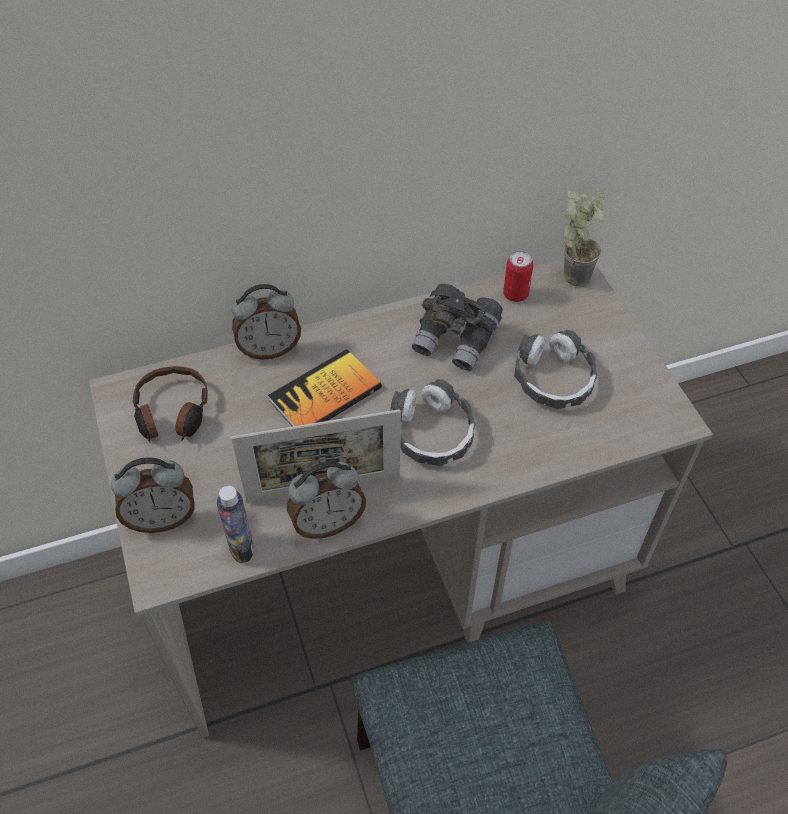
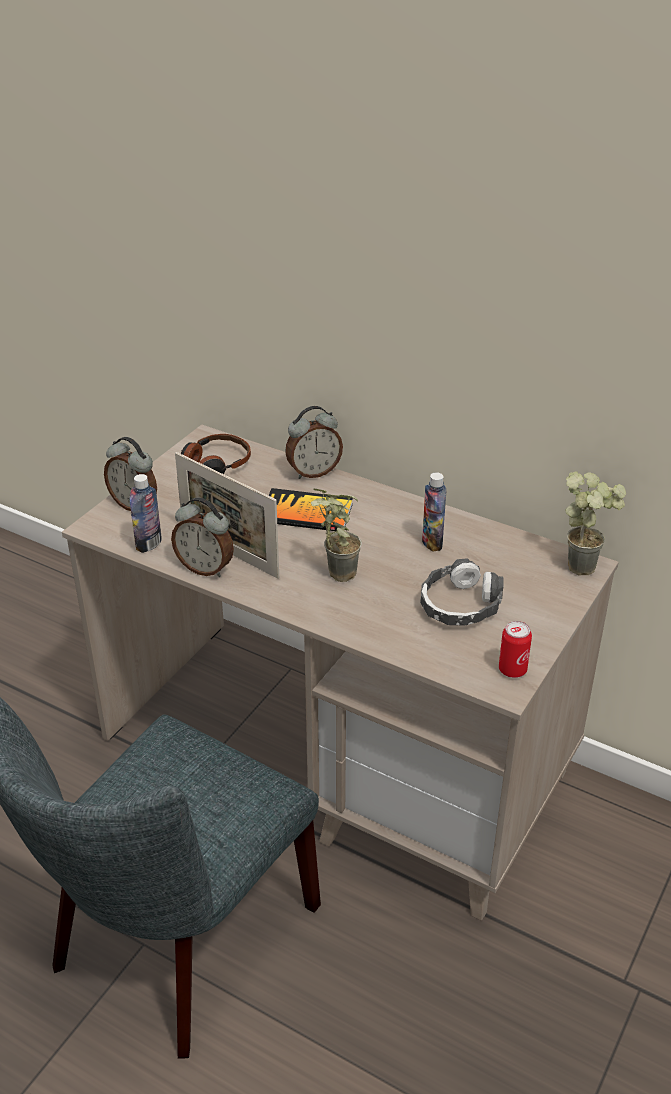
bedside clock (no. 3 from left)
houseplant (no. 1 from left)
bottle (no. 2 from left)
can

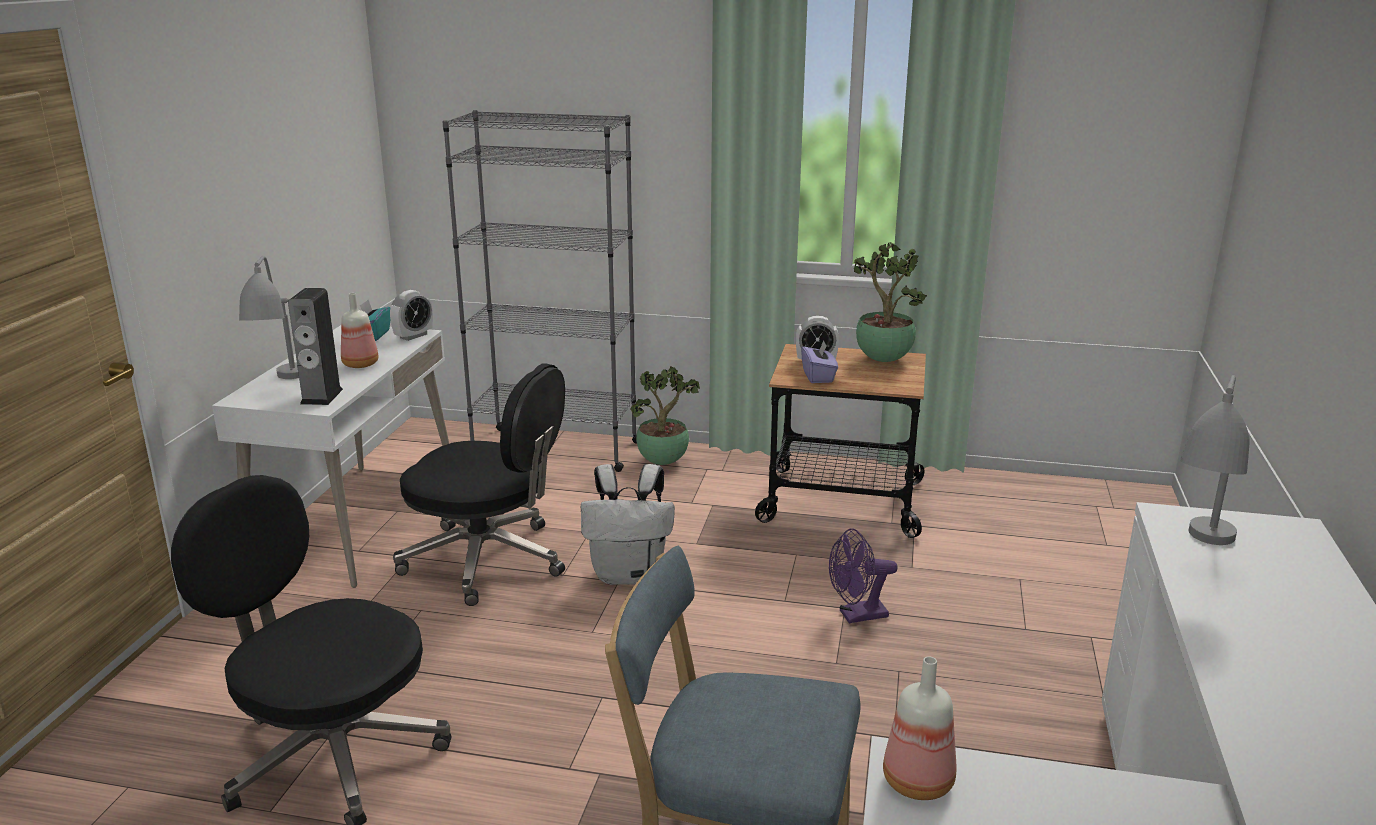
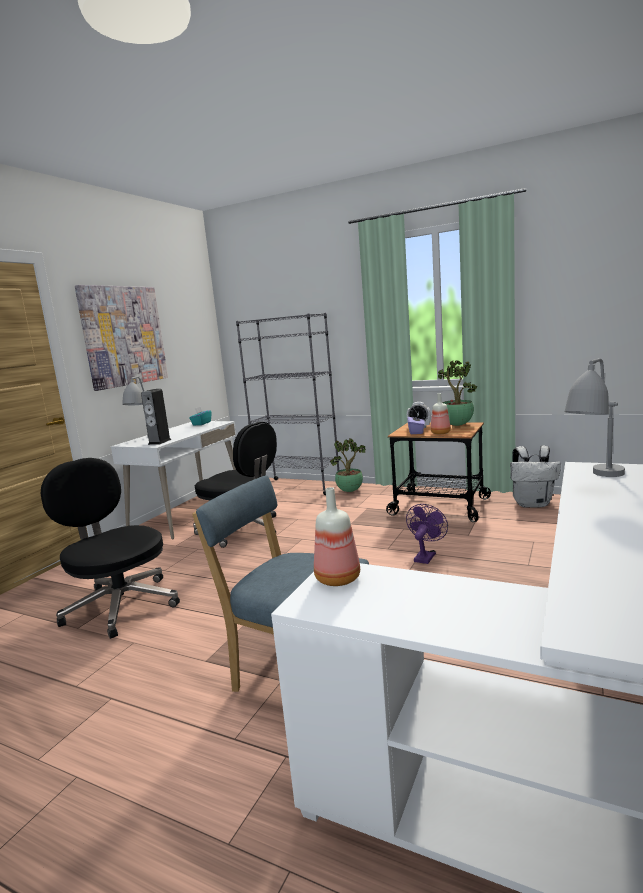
bottle (no. 2 from left)
bedside clock (no. 1 from left in the first image)
white-coloured rucksack
purplish electric fan
picture

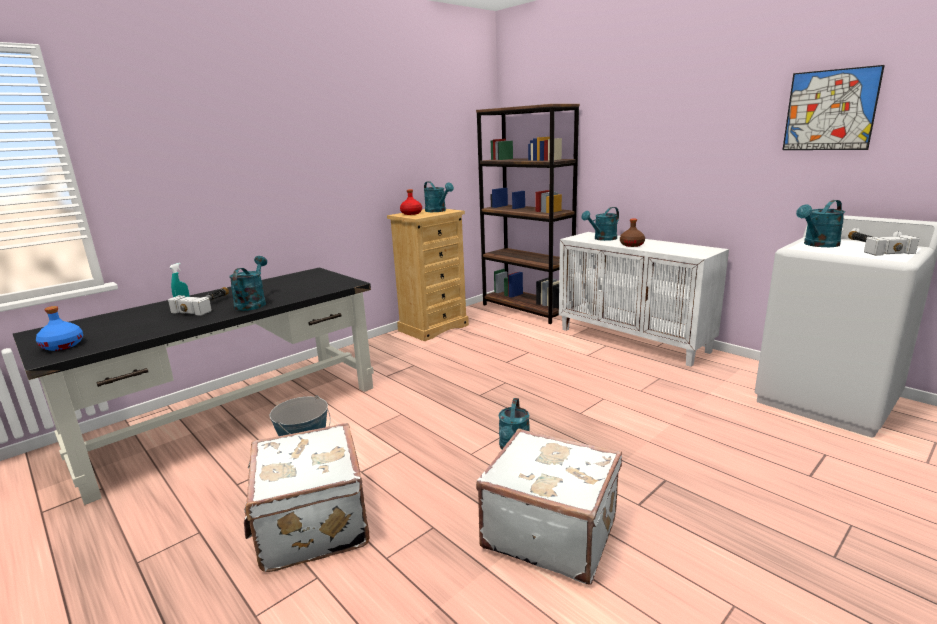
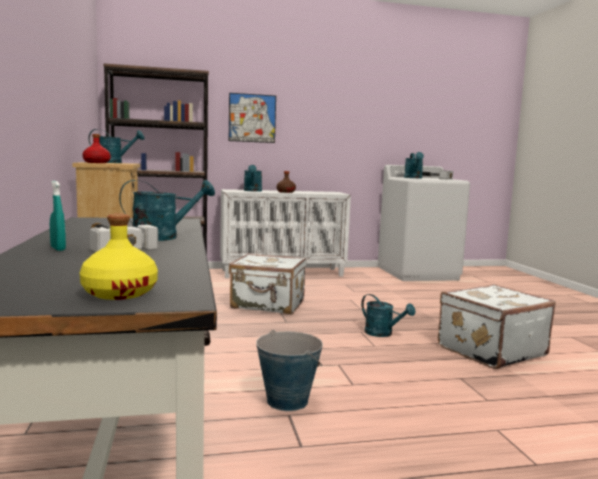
yellow-coloured bottle
turquoise-coloured watering can (no. 2 from left)
white-coloured travel case (no. 1 from left)
picture

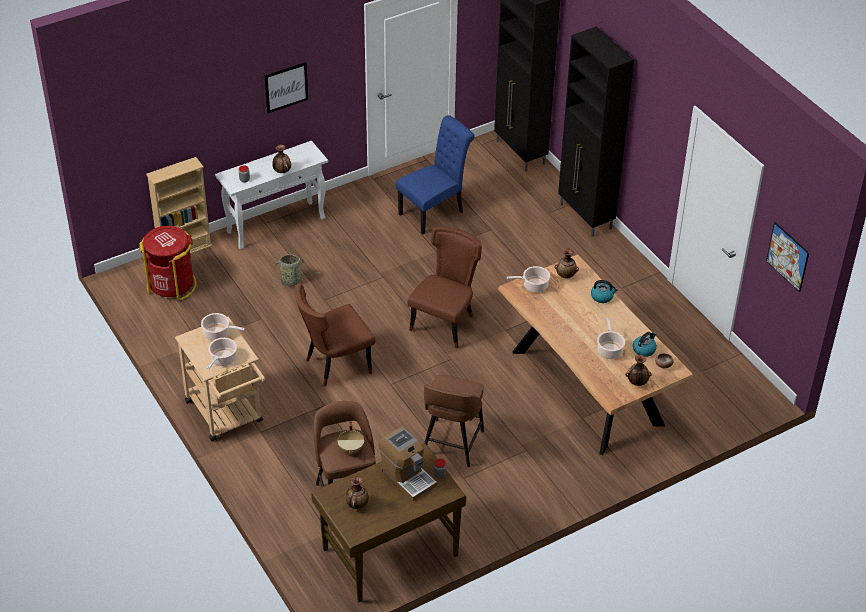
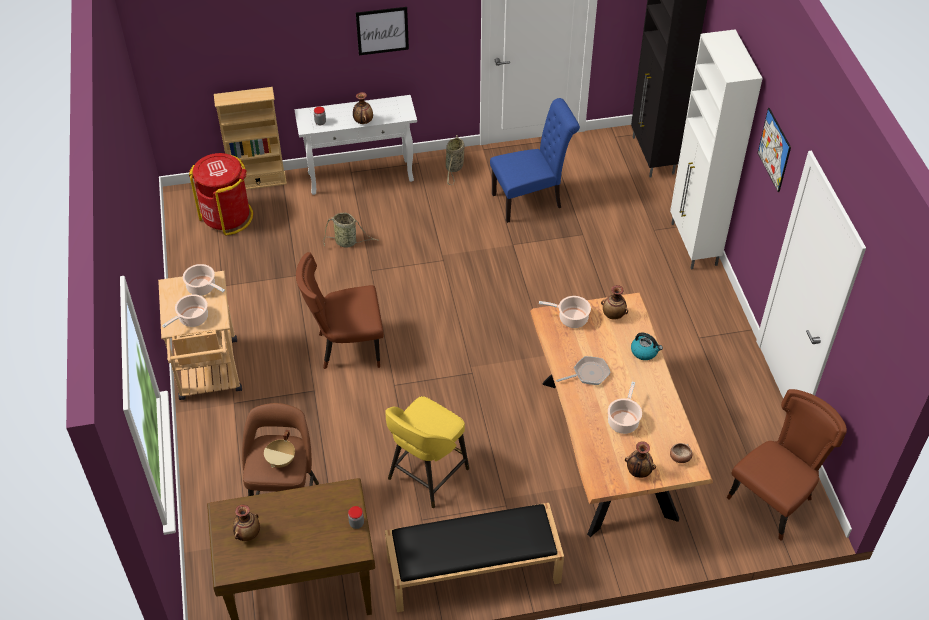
coffee maker
brownish upright chair (no. 2 from left)
yellow-coloured stool
white-coloured cabinet
tea kettle (no. 2 from left in the first image)
picture (no. 2 from left)
blackish bench
storage basket (no. 2 from left)
pan

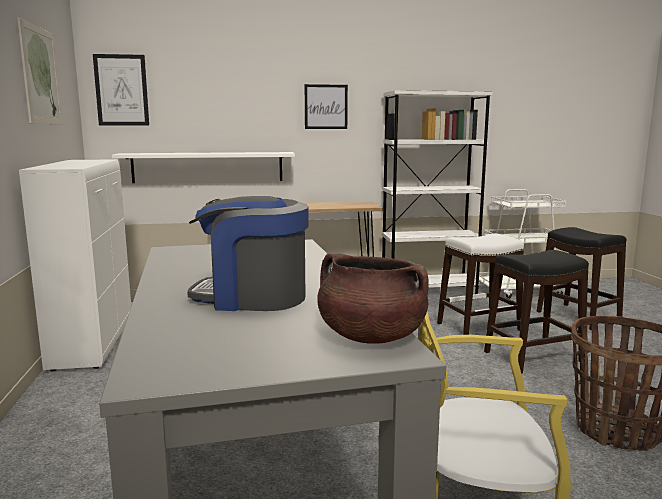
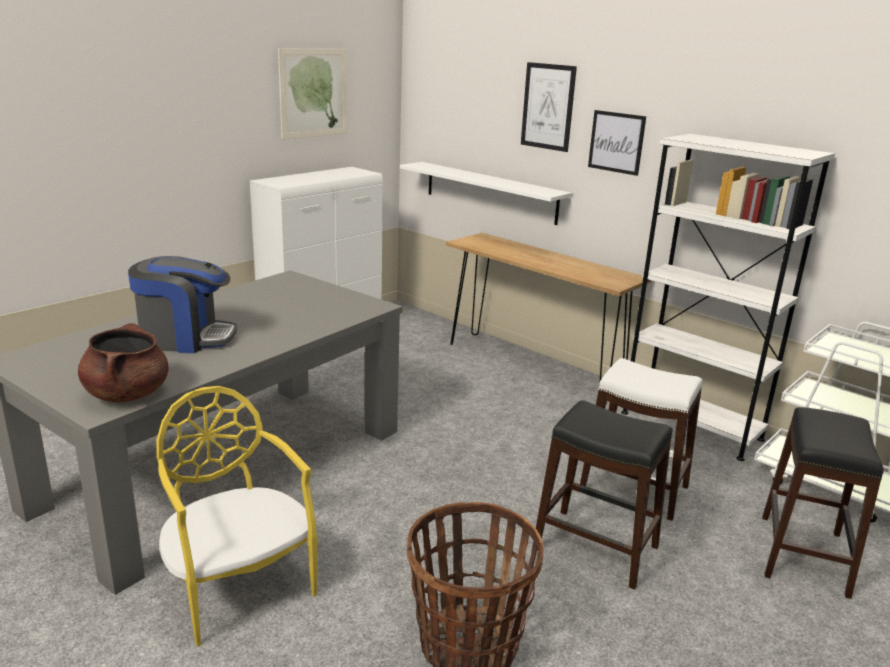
picture (no. 2 from left)
coffee maker

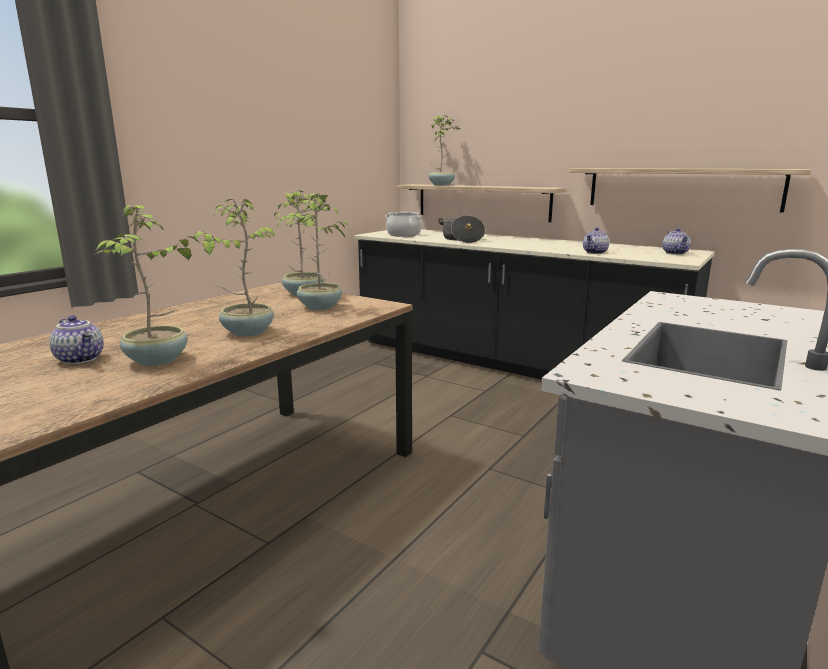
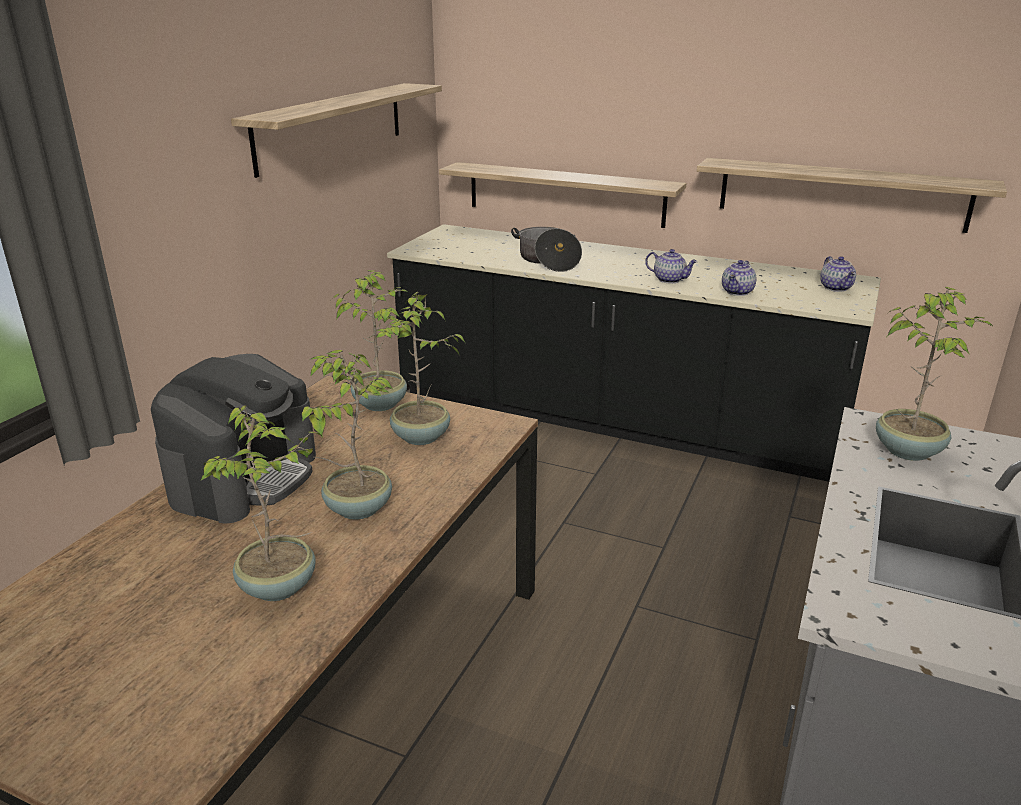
pot for tea (no. 1 from left)
saucepot (no. 1 from left in the first image)
houseplant (no. 5 from left)
coffee maker
shelf (no. 1 from left)

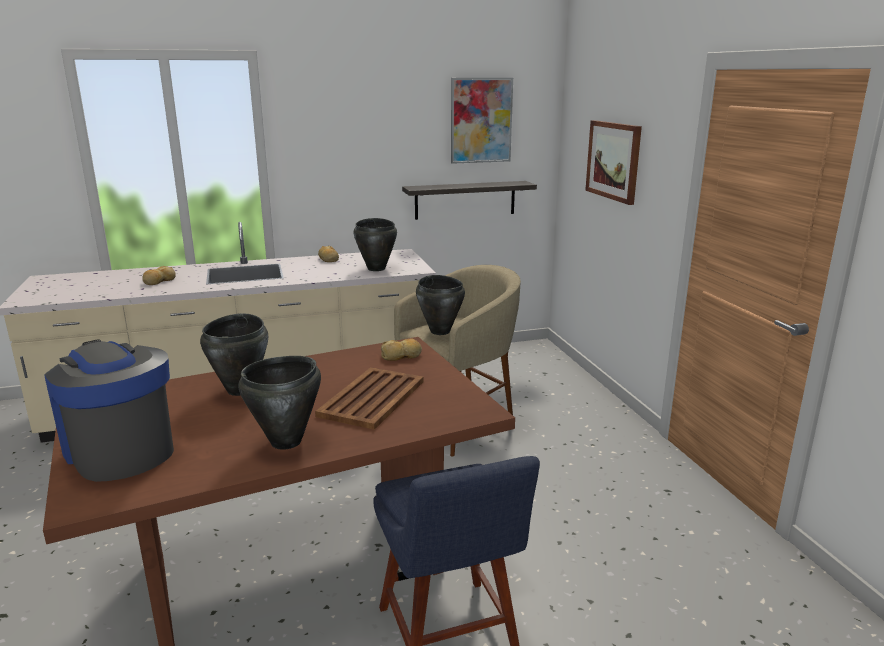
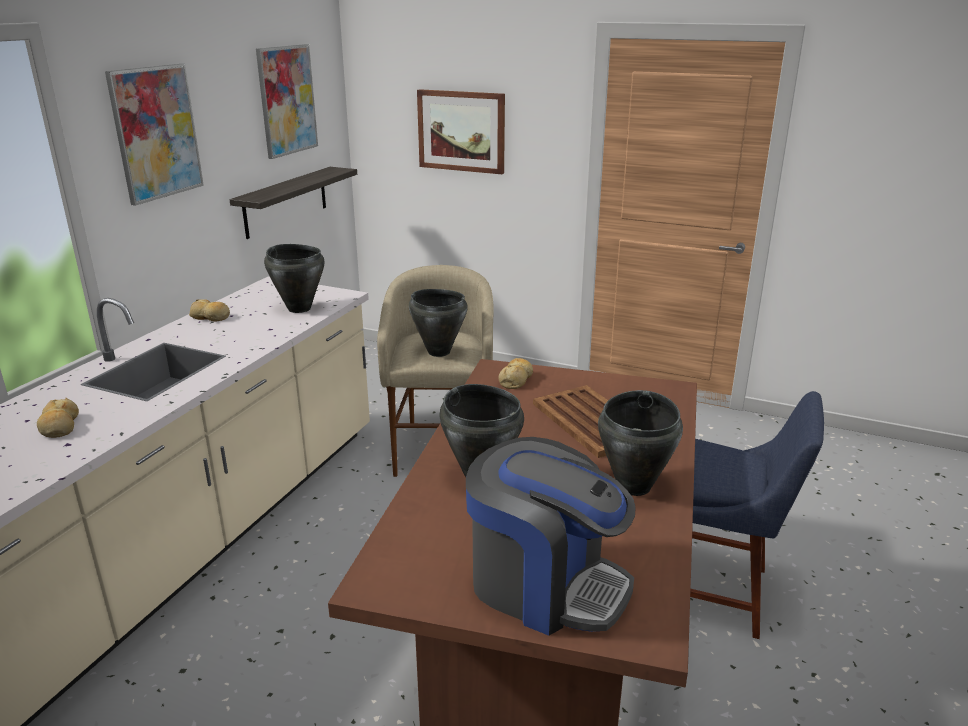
coffee maker
picture (no. 1 from left)

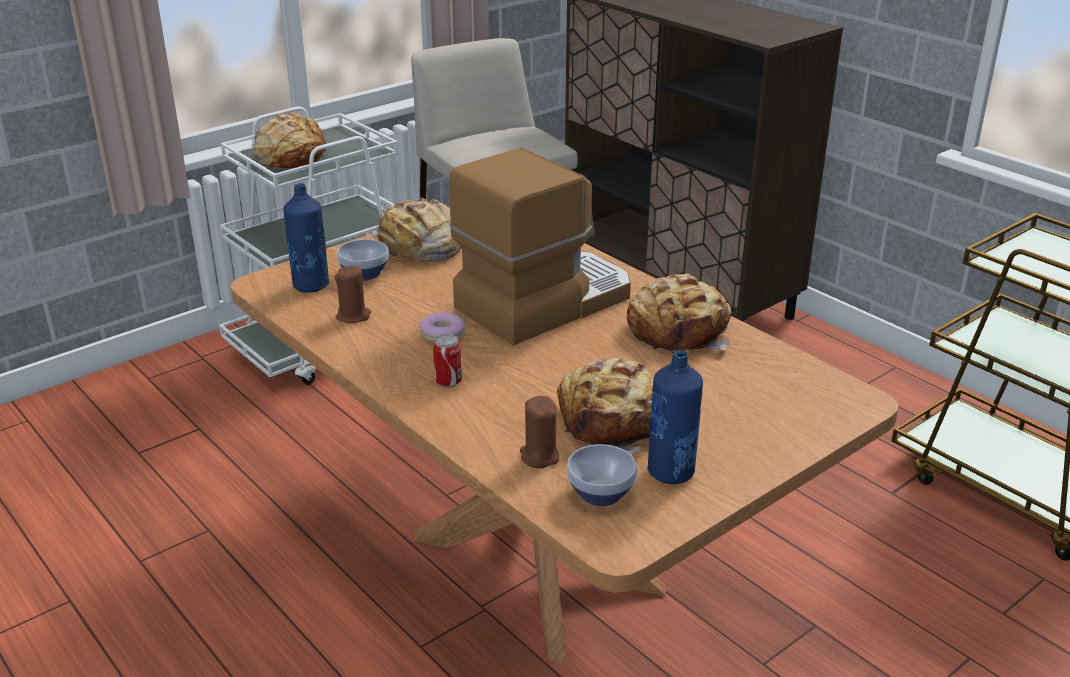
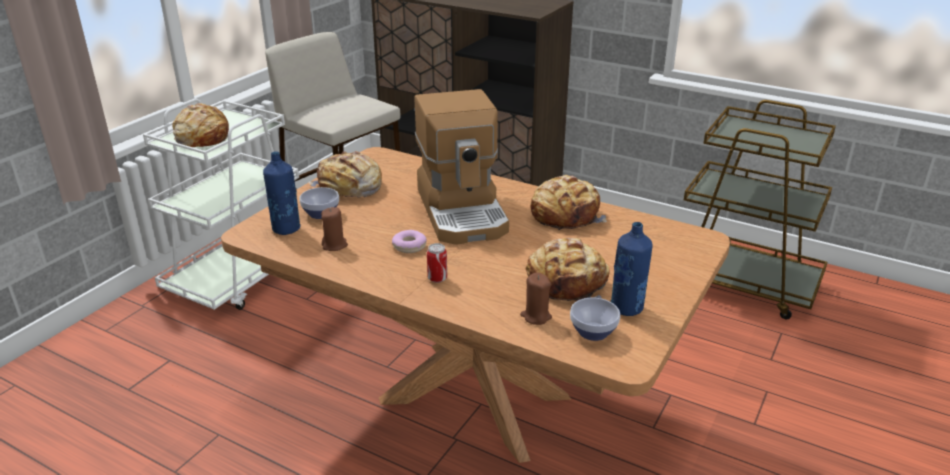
coffee maker

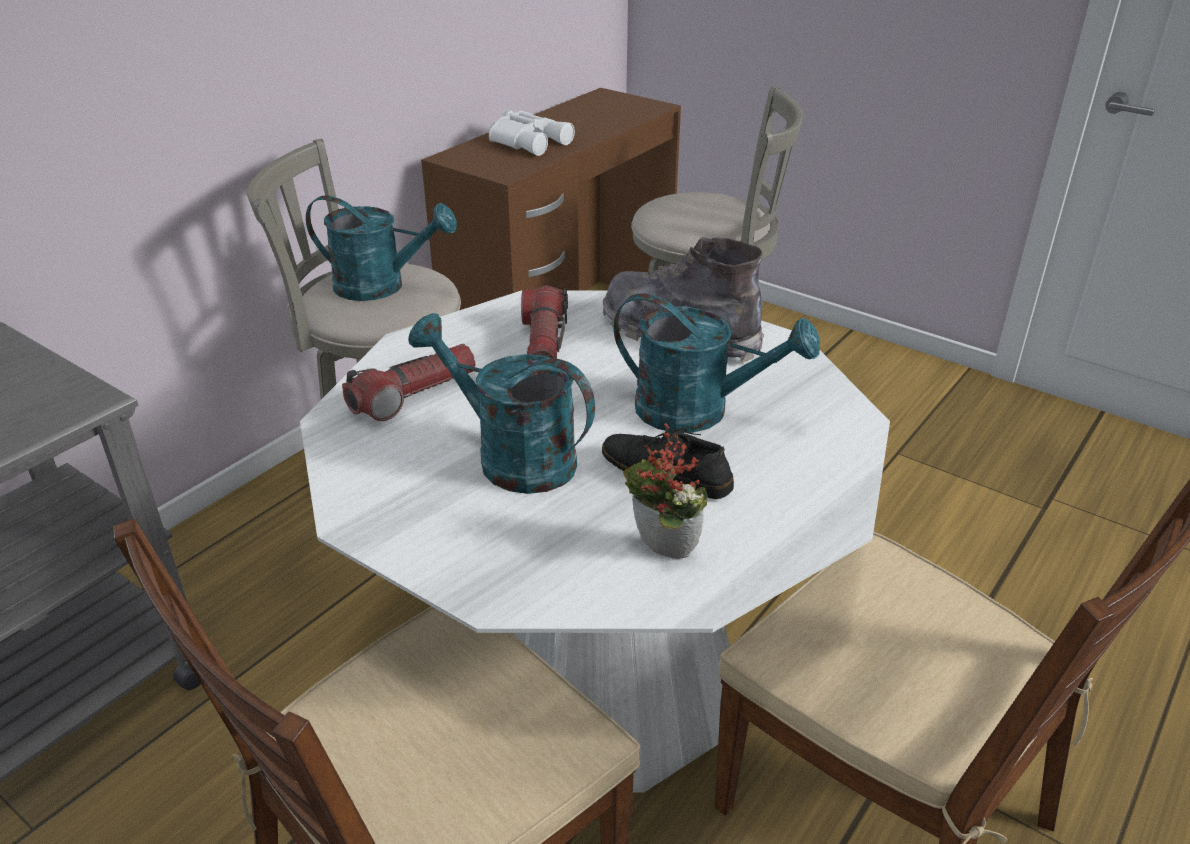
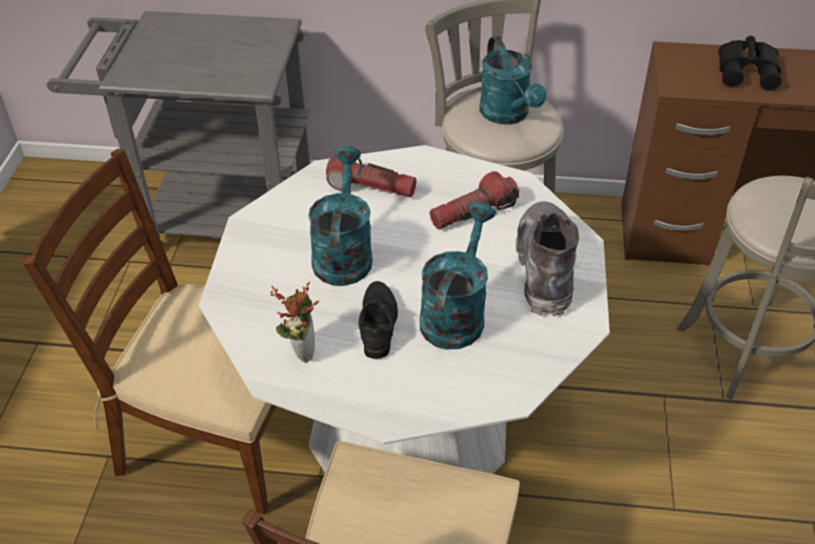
blackish field glasses
turquoise-coloured watering can (no. 2 from left)

